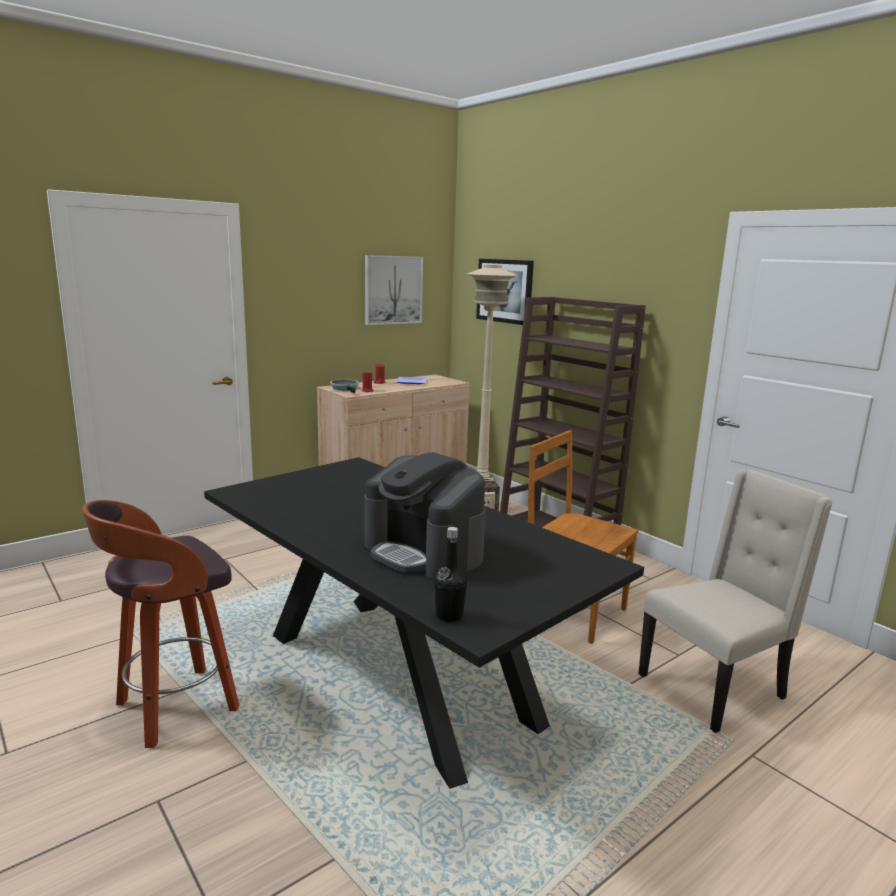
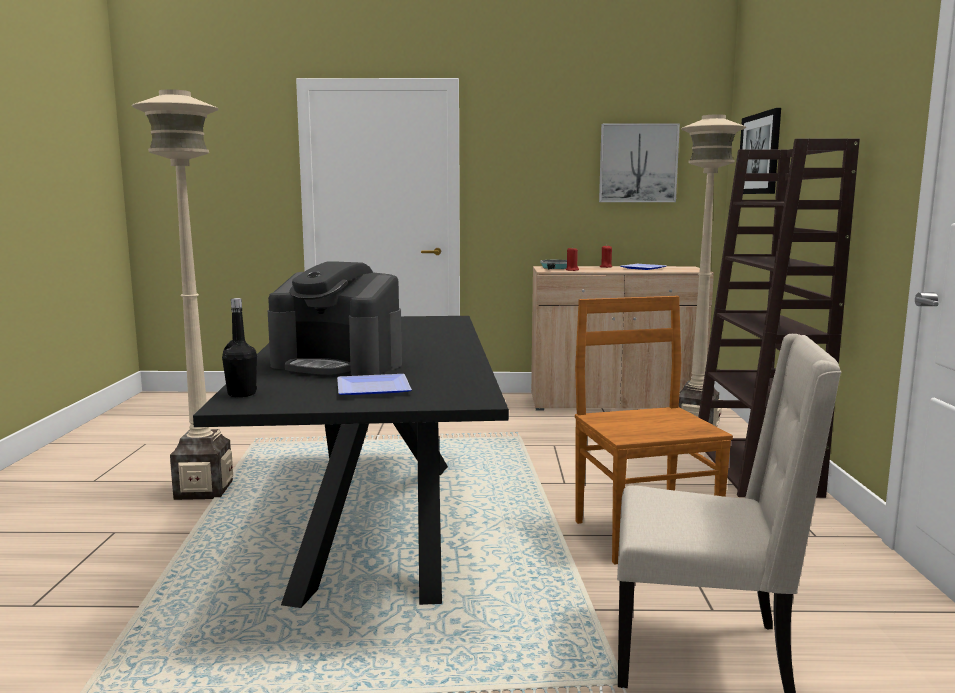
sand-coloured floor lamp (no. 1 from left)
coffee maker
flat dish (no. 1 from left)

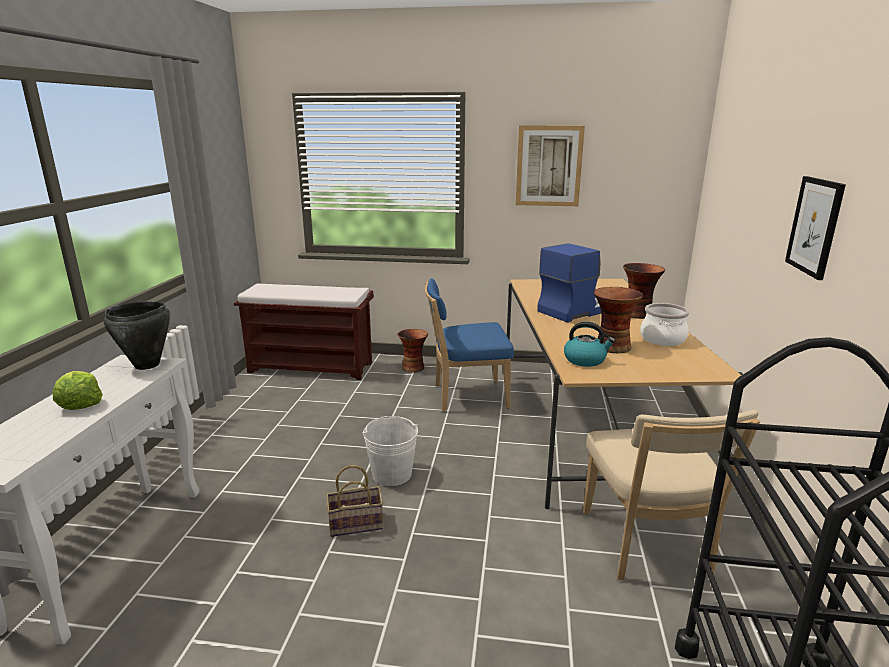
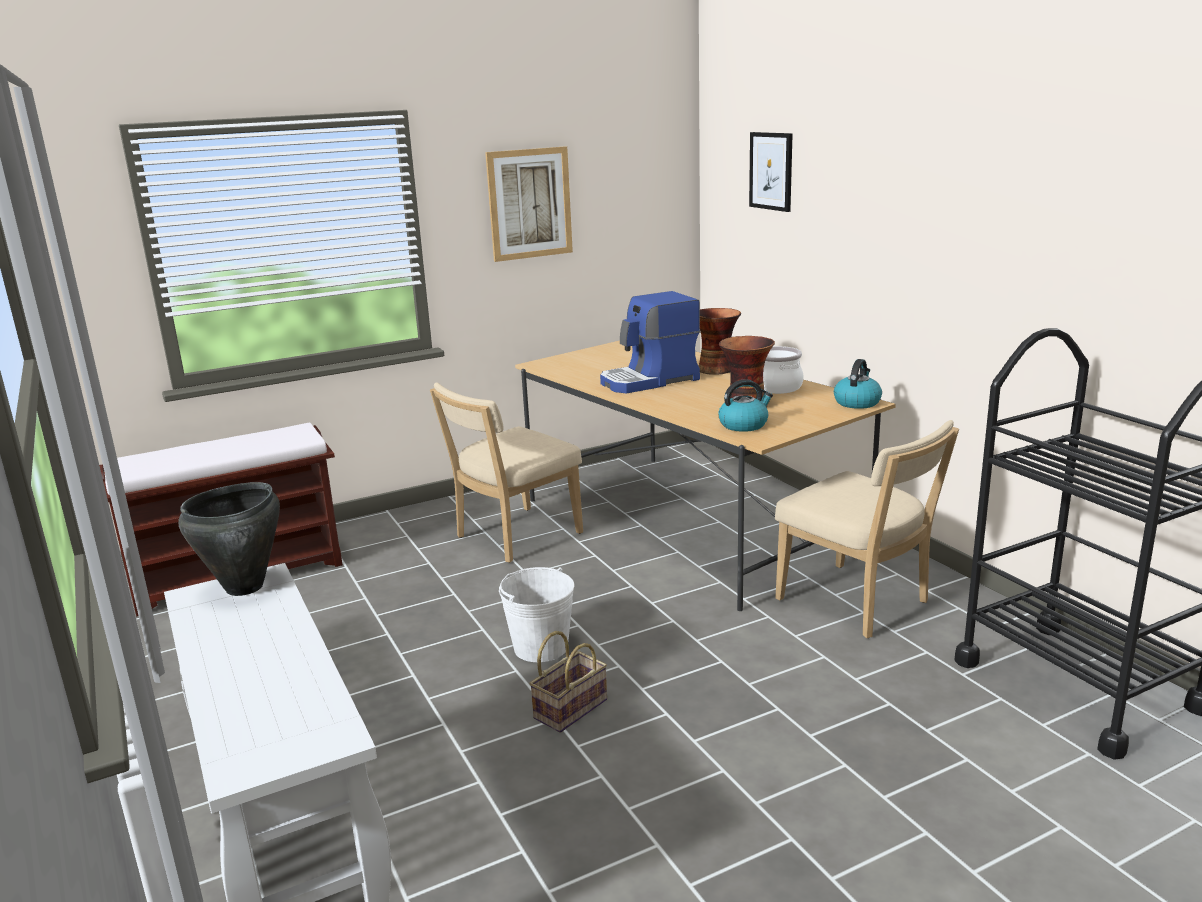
lettuce
decorative vase (no. 1 from left in the first image)
sand-coloured upright chair (no. 1 from left)
coffee maker
picture (no. 2 from left)
tea kettle (no. 2 from left)

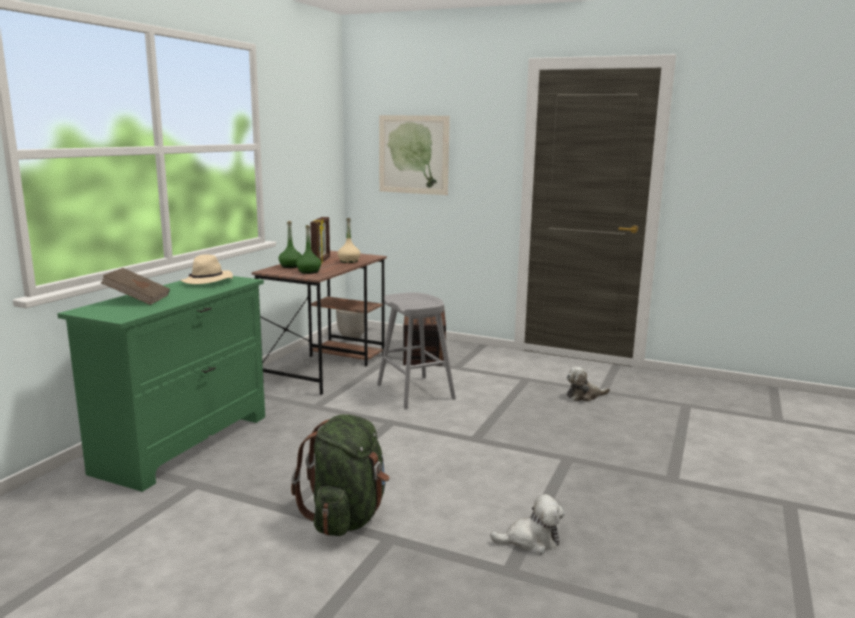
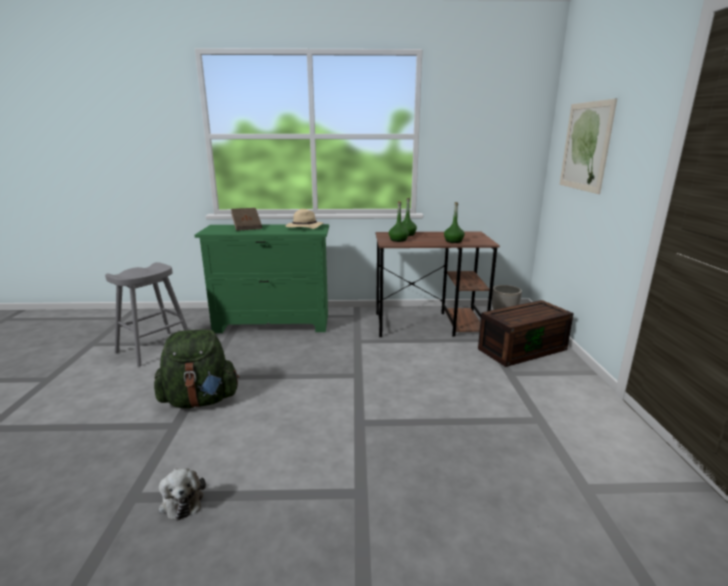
photo frame
green-coloured bottle (no. 3 from left)
greyish stool
cuddly toy (no. 2 from left in the first image)

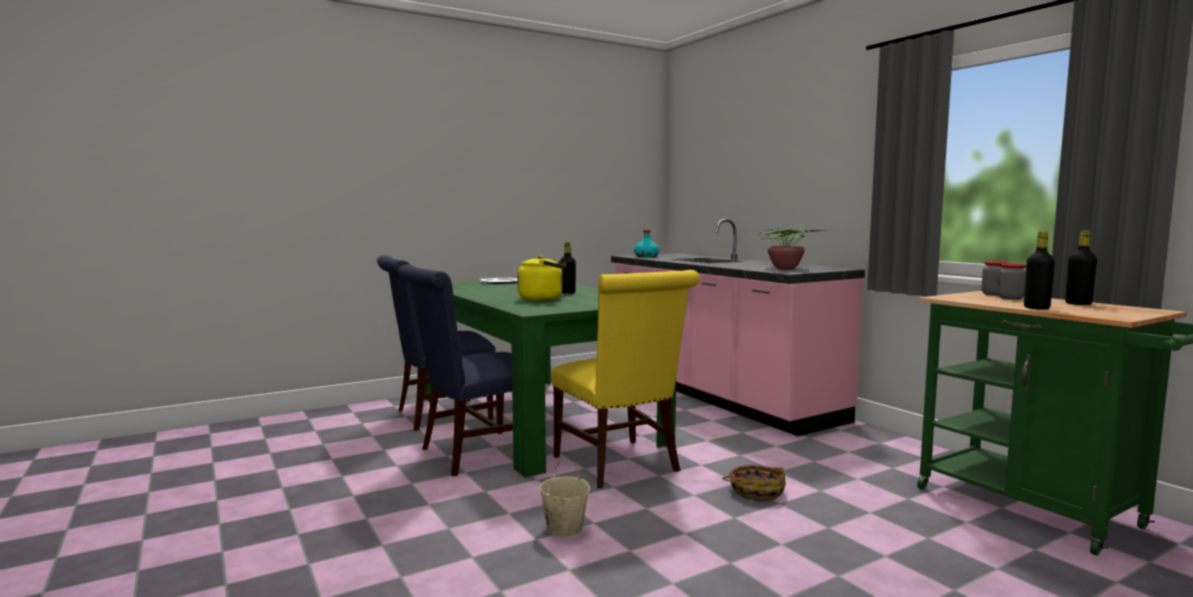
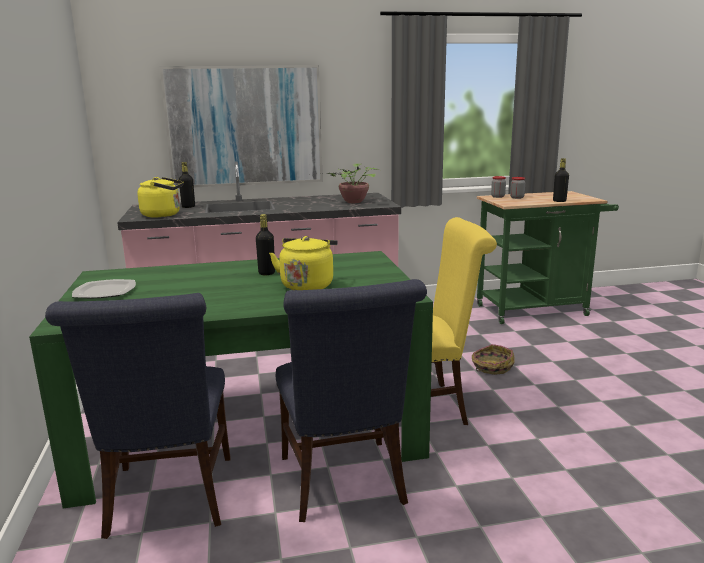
sand-coloured water bucket
yellow-coloured tea kettle (no. 1 from left)
blackish bottle (no. 1 from left)
picture

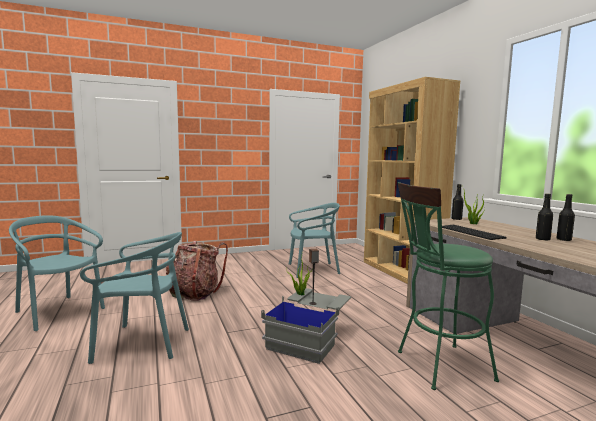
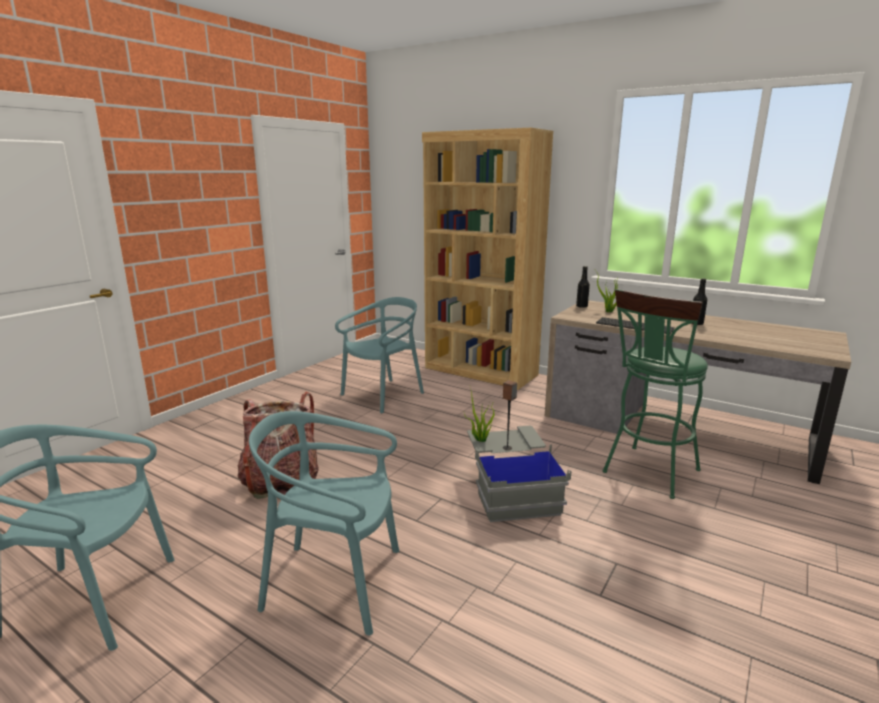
turquoise-coloured upright chair (no. 2 from left)
blackish bottle (no. 3 from left in the first image)

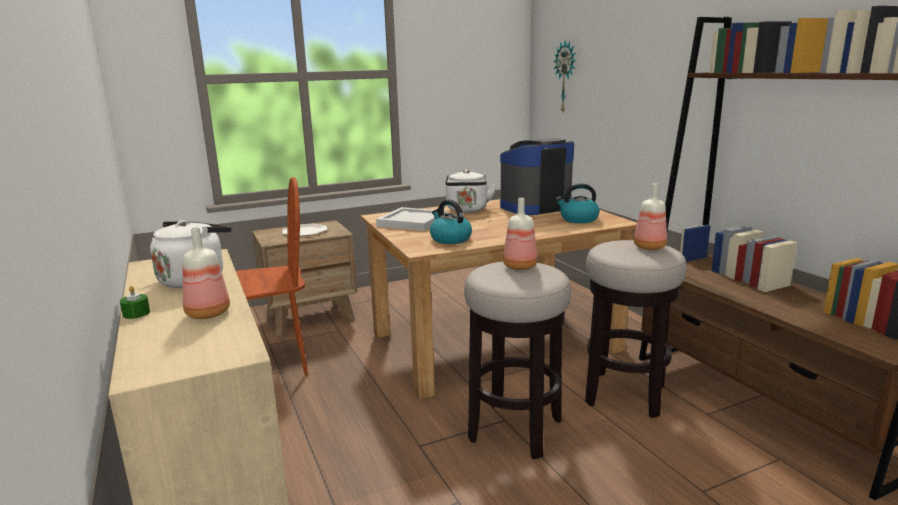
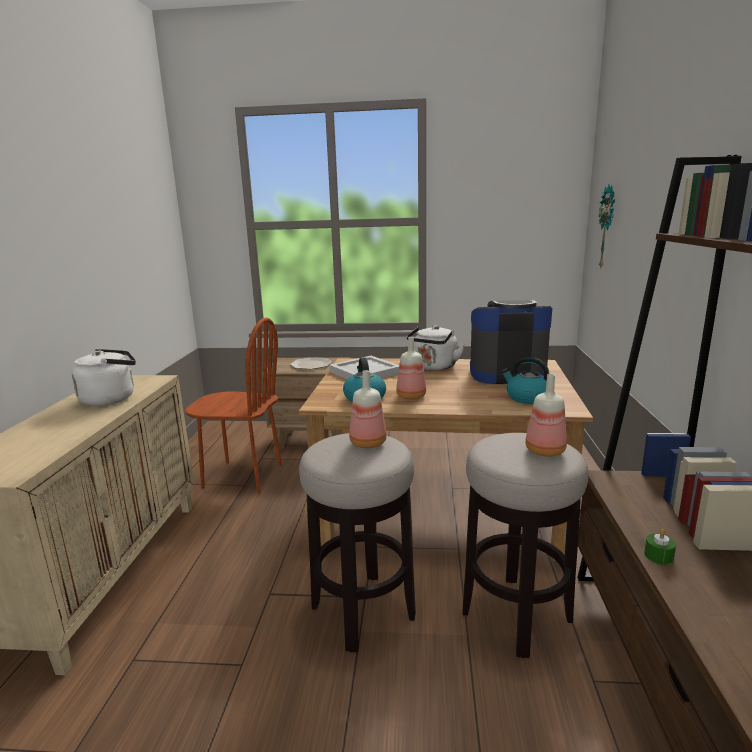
green-coloured wax candle
bottle (no. 2 from left)

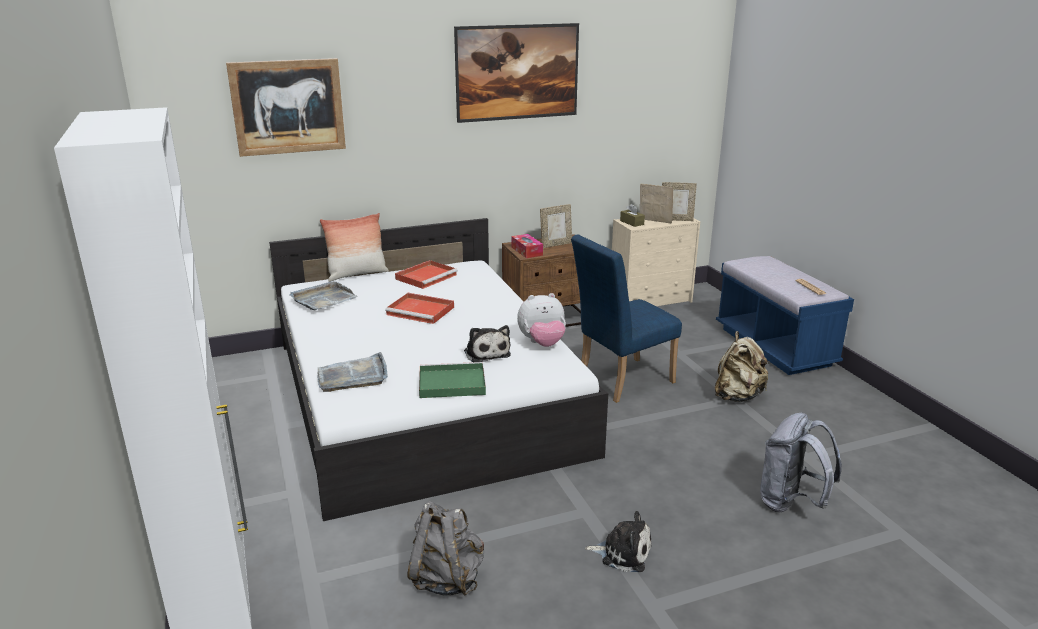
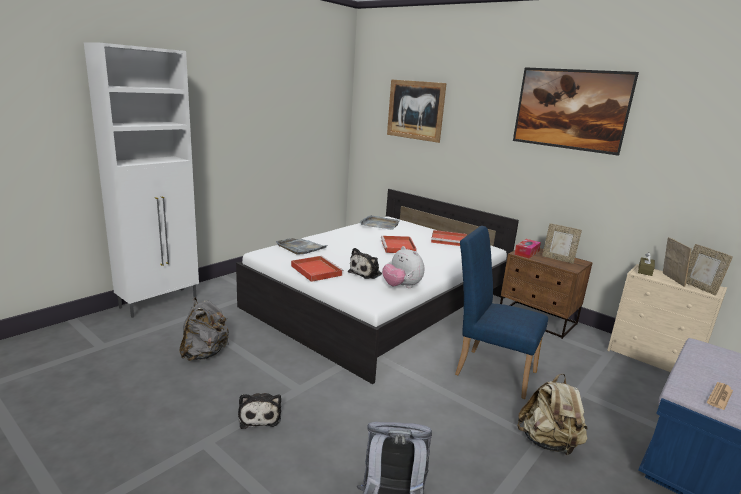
pillow
red-coloured serving tray (no. 1 from left)

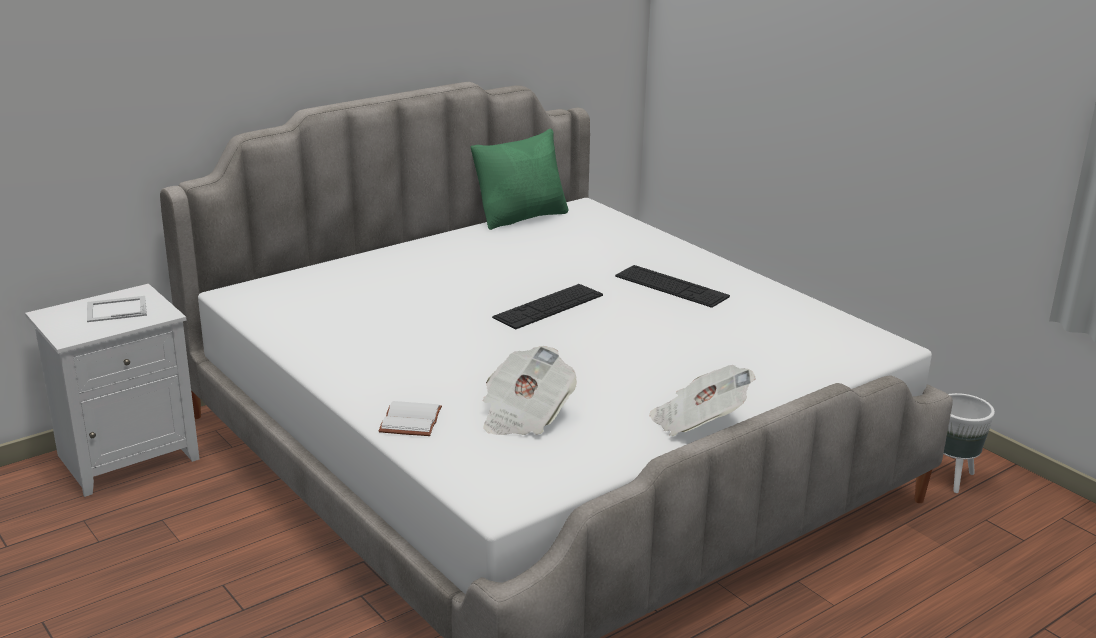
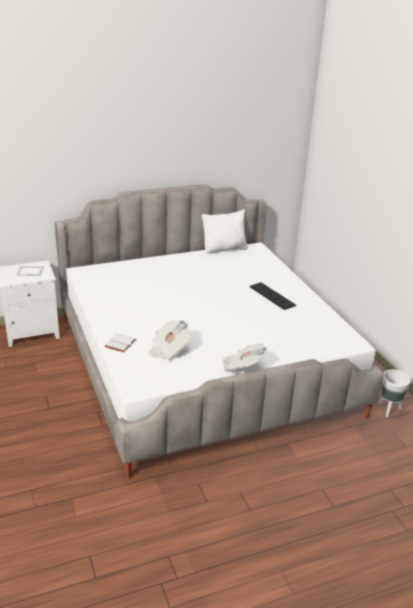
white-coloured pillow
keyboard (no. 1 from left in the first image)

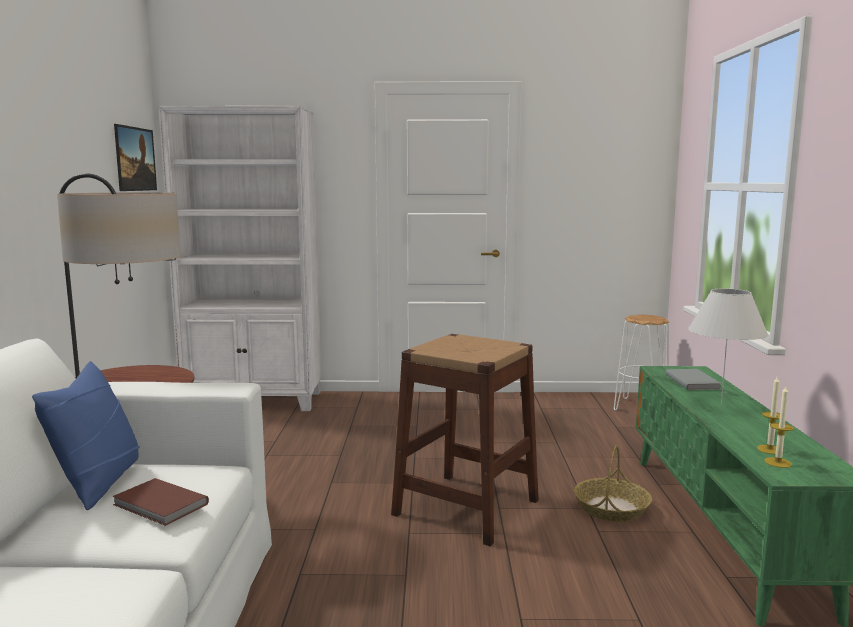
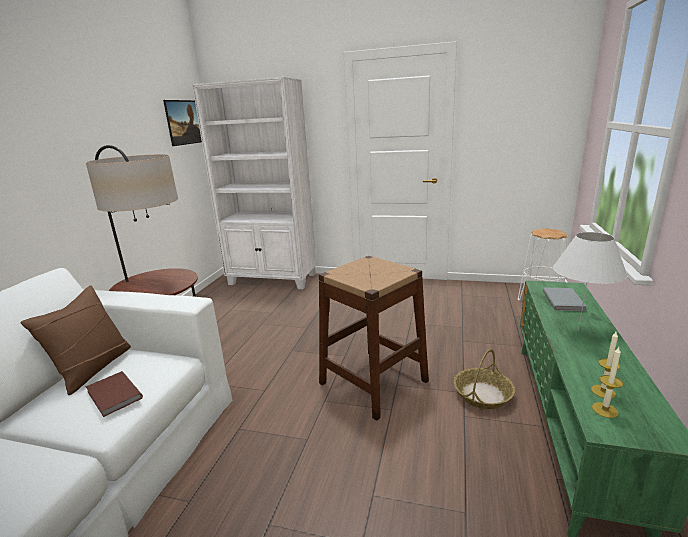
brownish pillow

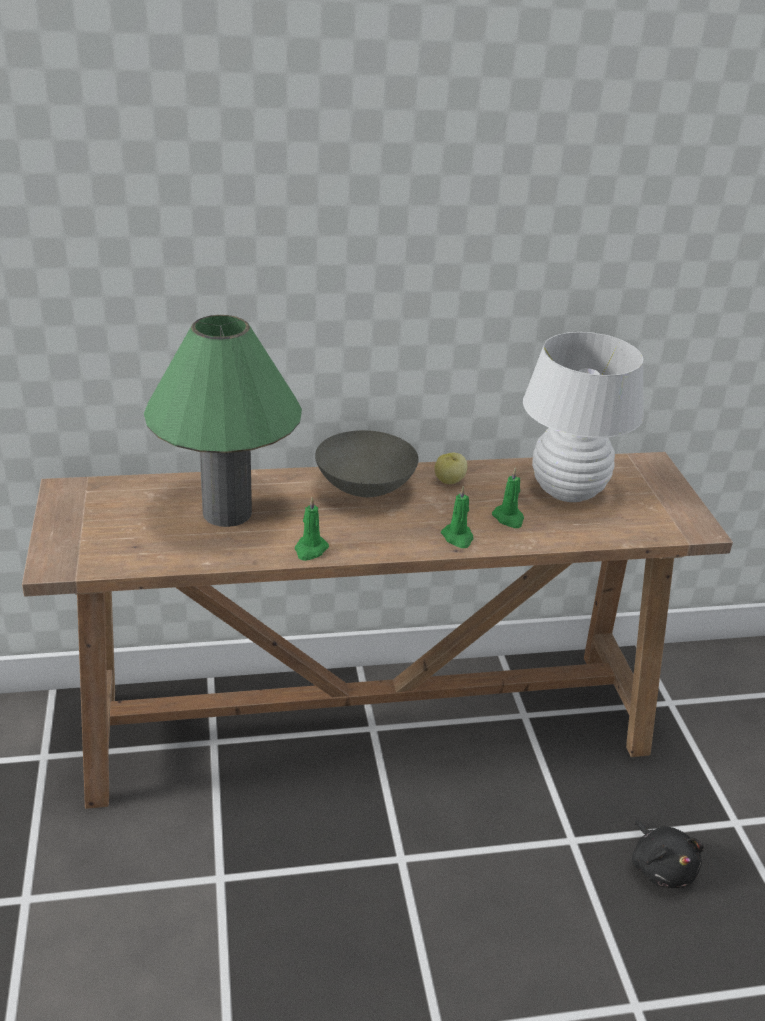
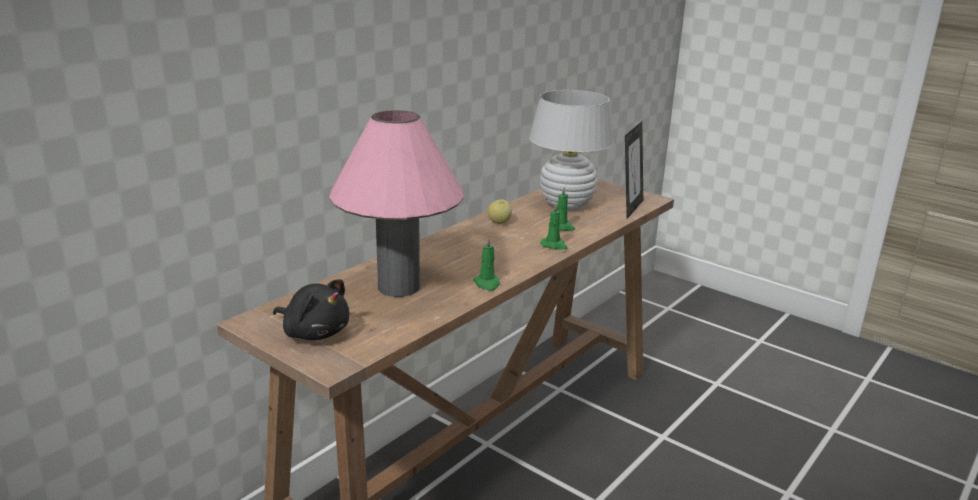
pink table lamp
greyish serving bowl
blackish cuddly toy
photo frame

